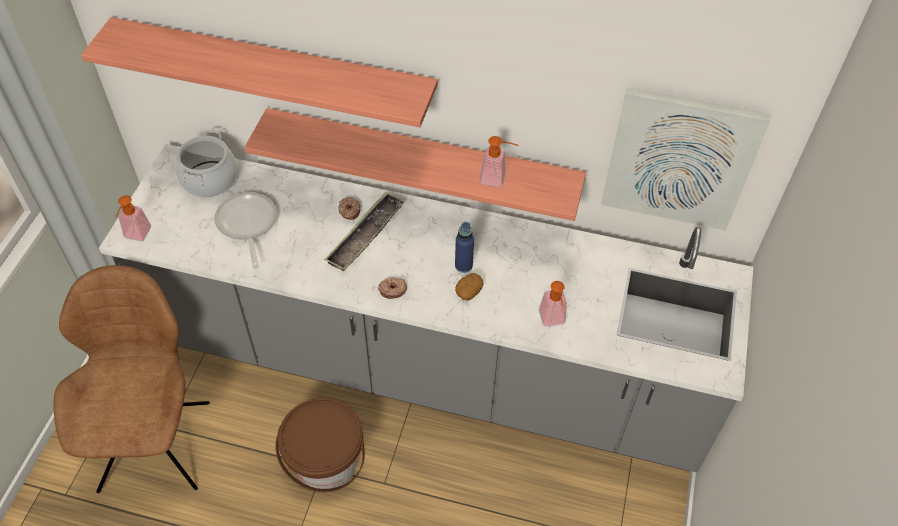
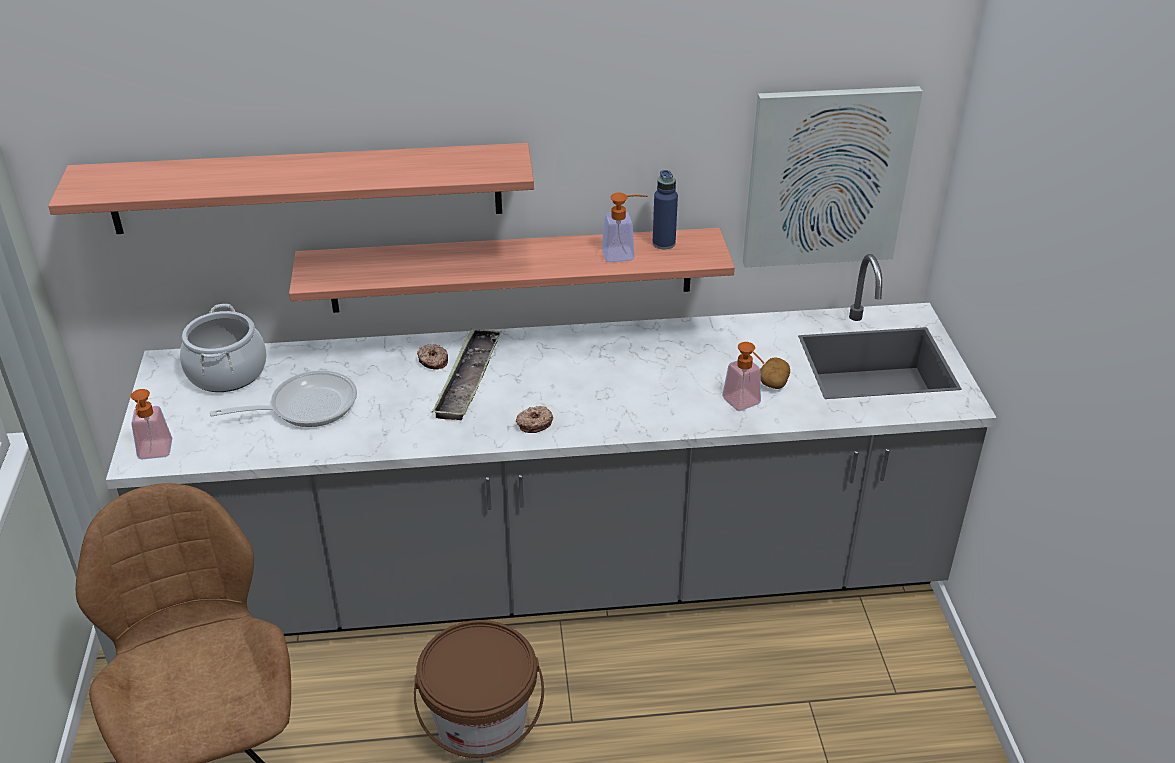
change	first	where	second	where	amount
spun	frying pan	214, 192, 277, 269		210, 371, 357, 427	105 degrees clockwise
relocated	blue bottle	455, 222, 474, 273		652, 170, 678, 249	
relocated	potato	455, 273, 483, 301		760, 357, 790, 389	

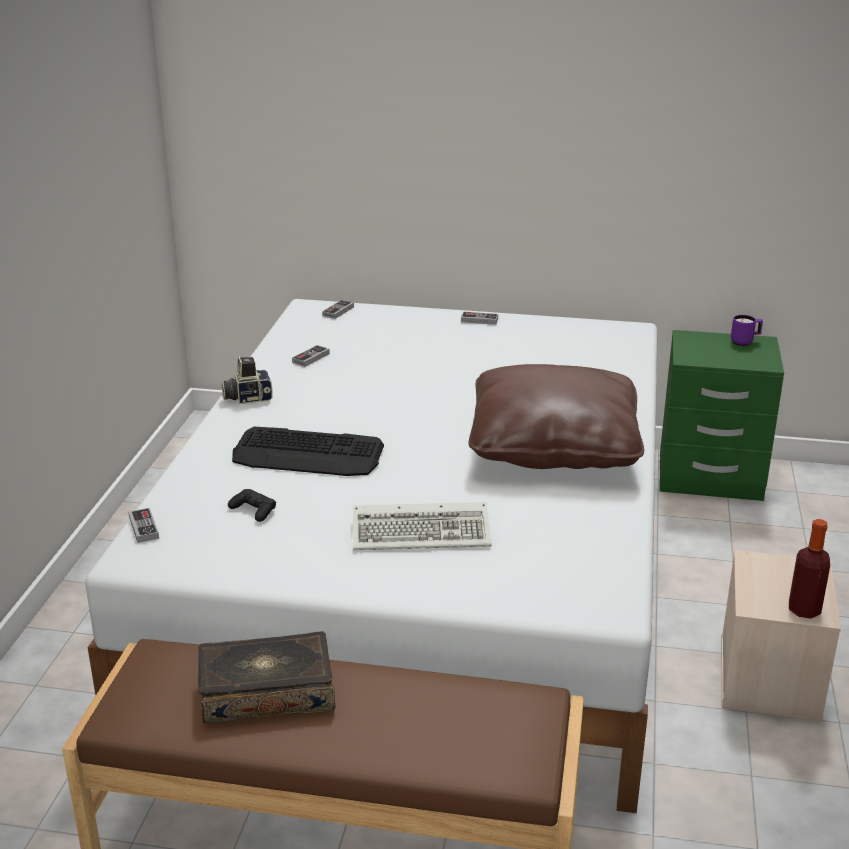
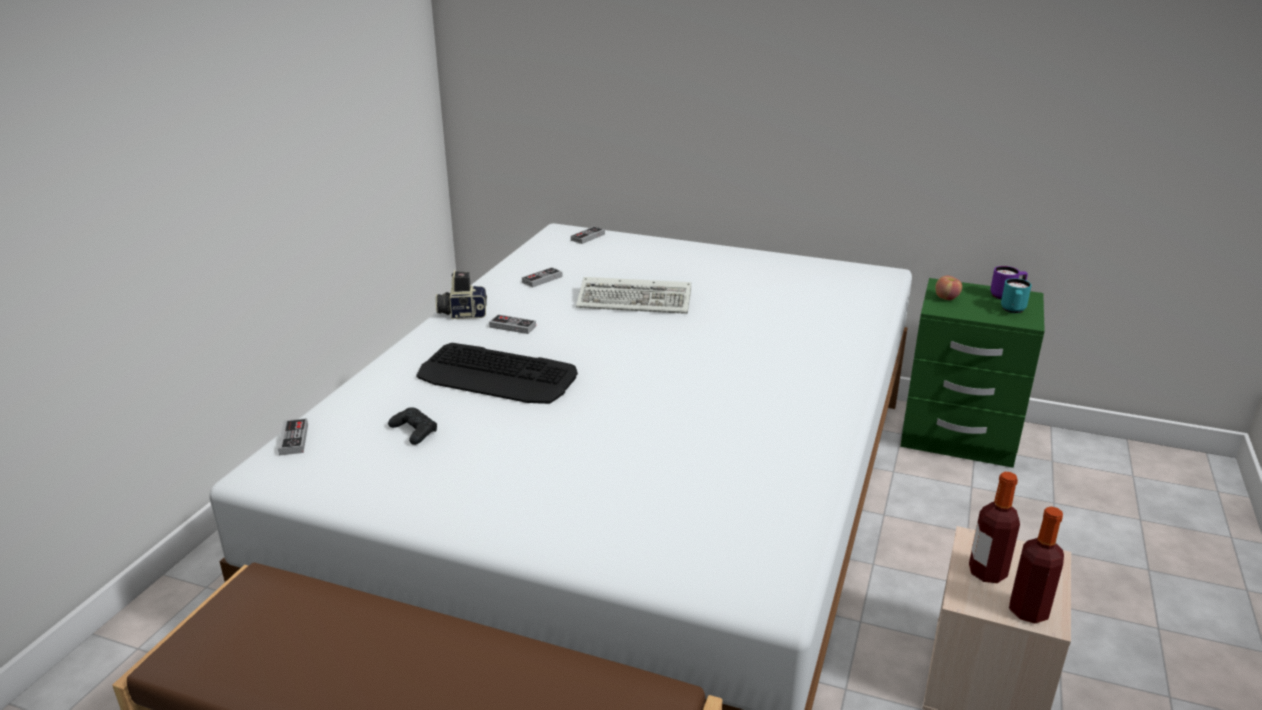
change	first	where	second	where	amount
missing	book	198, 631, 335, 724			
relocated	keyboard	353, 502, 492, 550		576, 277, 691, 314	
relocated	game controller	461, 312, 498, 325		489, 314, 536, 334	
missing	brown pillow	469, 364, 644, 469			
appeared			apple	935, 275, 962, 300	
appeared			bottle	969, 472, 1020, 583	
appeared			turquoise mug	1001, 278, 1032, 313	

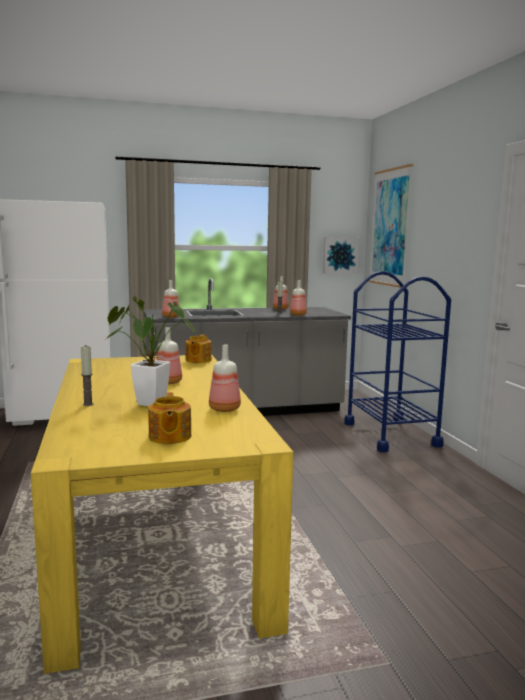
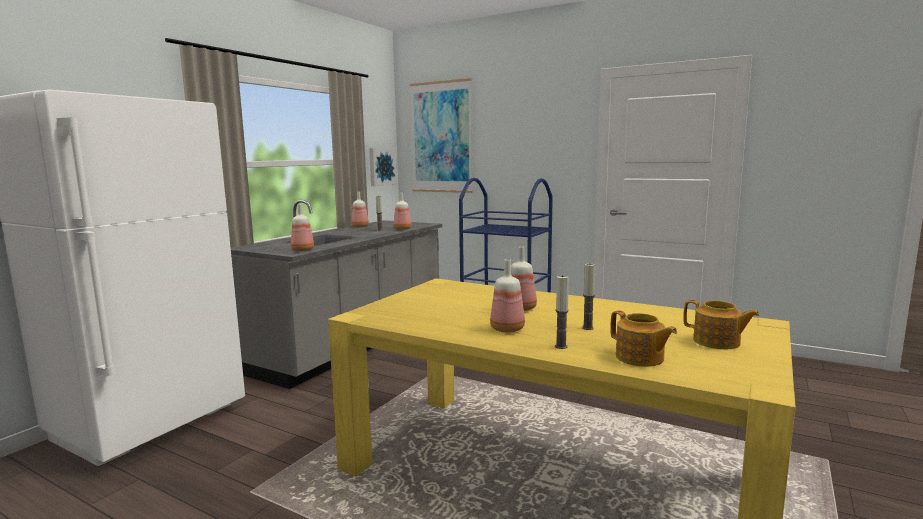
change	first	where	second	where	amount
exchanged	potted plant	106, 296, 196, 406	candle	582, 264, 596, 330	
relocated	teapot	185, 334, 212, 363		610, 310, 677, 367	
relocated	bottle	209, 345, 241, 412		490, 259, 525, 332	

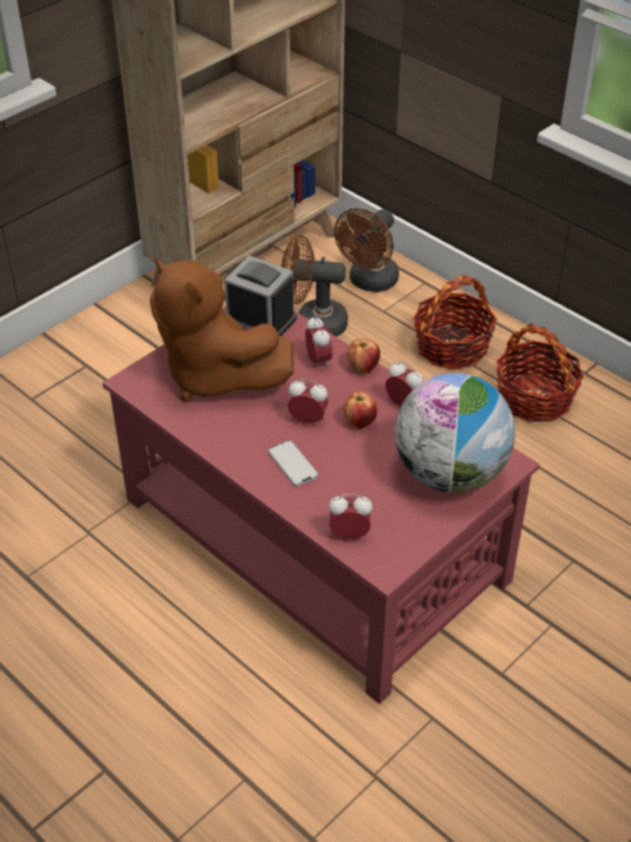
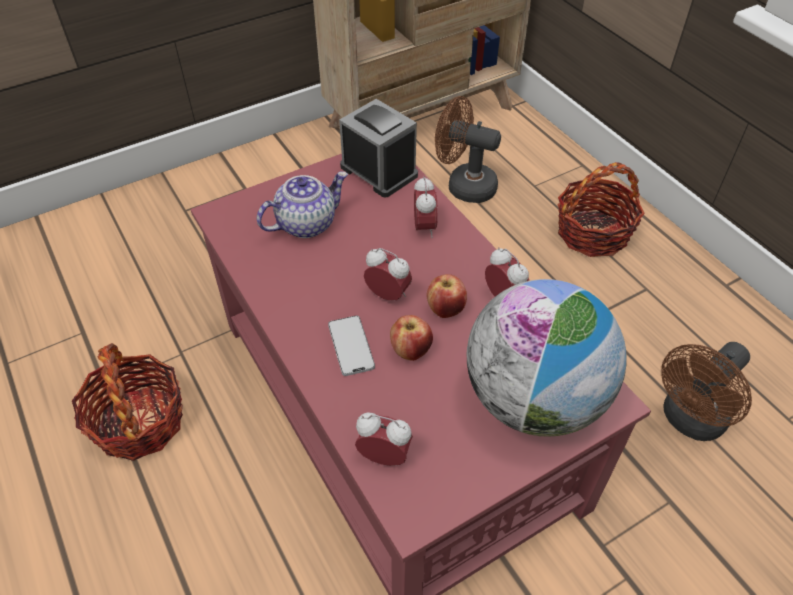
change	first	where	second	where	amount
exchanged	brown plush toy	150, 257, 294, 401	teapot	257, 171, 348, 238	
relocated	brown fan	334, 208, 399, 292		661, 342, 752, 441	
relocated	apple	347, 338, 380, 373		390, 315, 433, 361	
relocated	basket	496, 323, 584, 422		72, 343, 183, 461	

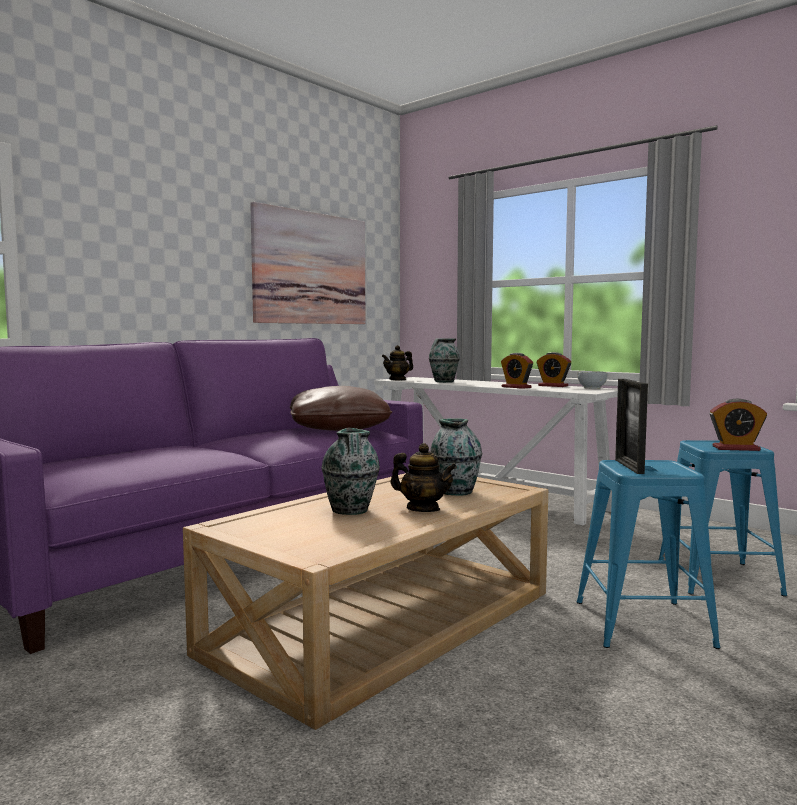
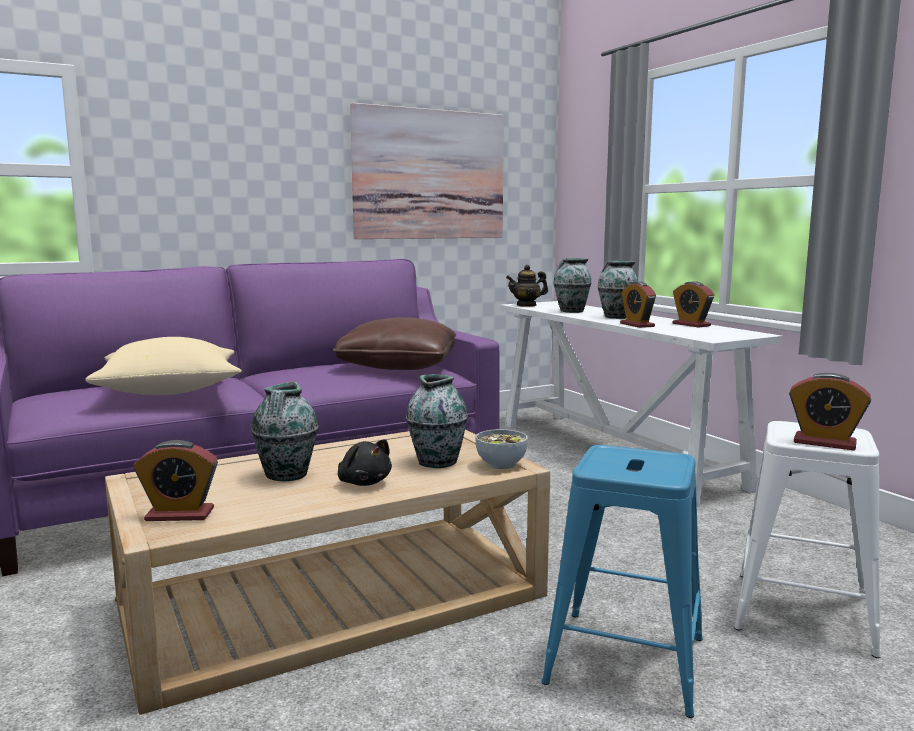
change	first	where	second	where	amount
exchanged	teapot	390, 443, 457, 512	black plush toy	338, 439, 392, 486	
relocated	bowl	578, 371, 608, 389		476, 429, 528, 469	
missing	picture frame	615, 379, 648, 474			
colour	blue stool	659, 440, 787, 597	white stool	734, 421, 881, 658	
appeared			beige pillow	85, 337, 242, 395	
appeared			alarm clock	134, 440, 218, 521	
appeared			vase	598, 261, 638, 319	

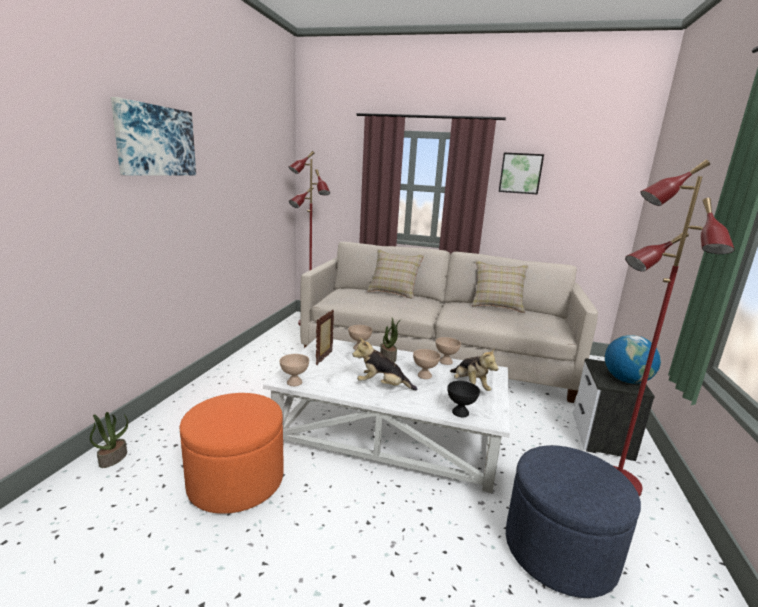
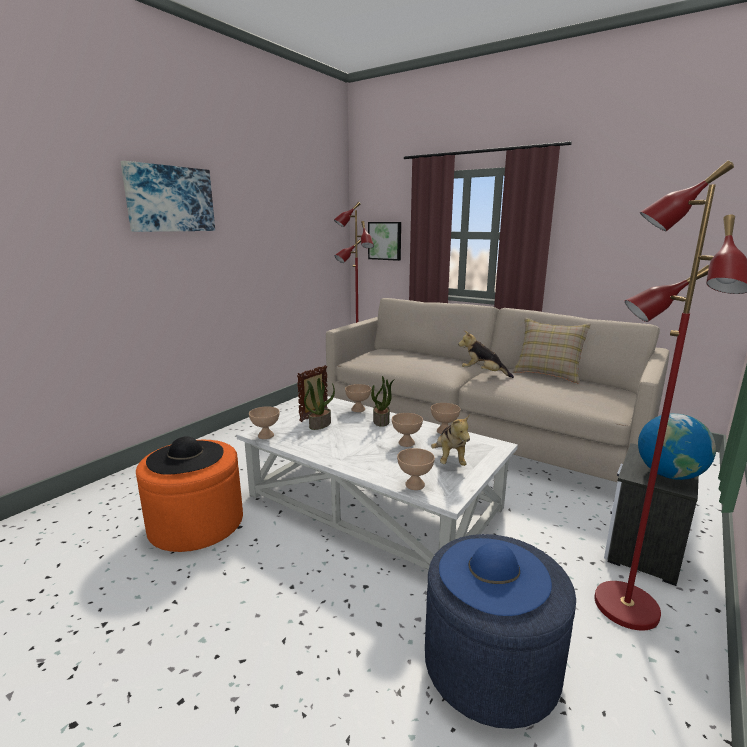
change	first	where	second	where	amount
relocated	potted plant	90, 412, 128, 468		304, 378, 335, 430	
relocated	plush toy	352, 337, 417, 391		458, 331, 514, 378	
missing	beige pillow	367, 249, 424, 299			
colour	black bowl	447, 381, 480, 417	beige bowl	397, 448, 435, 490	
relocated	picture	499, 153, 544, 194		368, 222, 401, 261	
appeared			black hat	146, 436, 224, 475	
appeared			blue hat	439, 538, 552, 616	

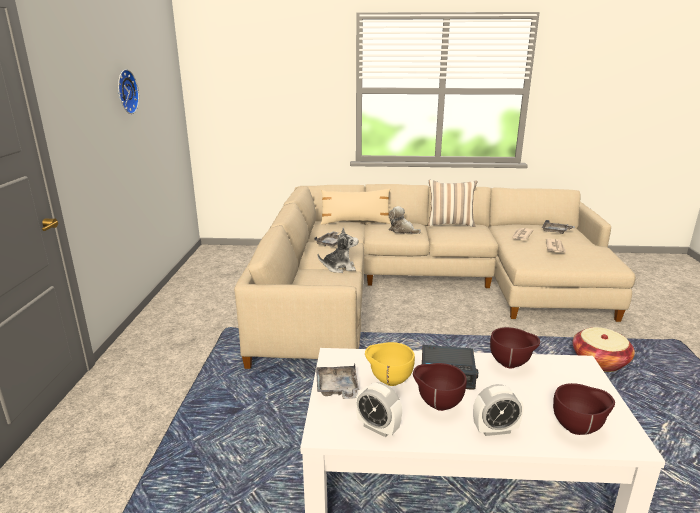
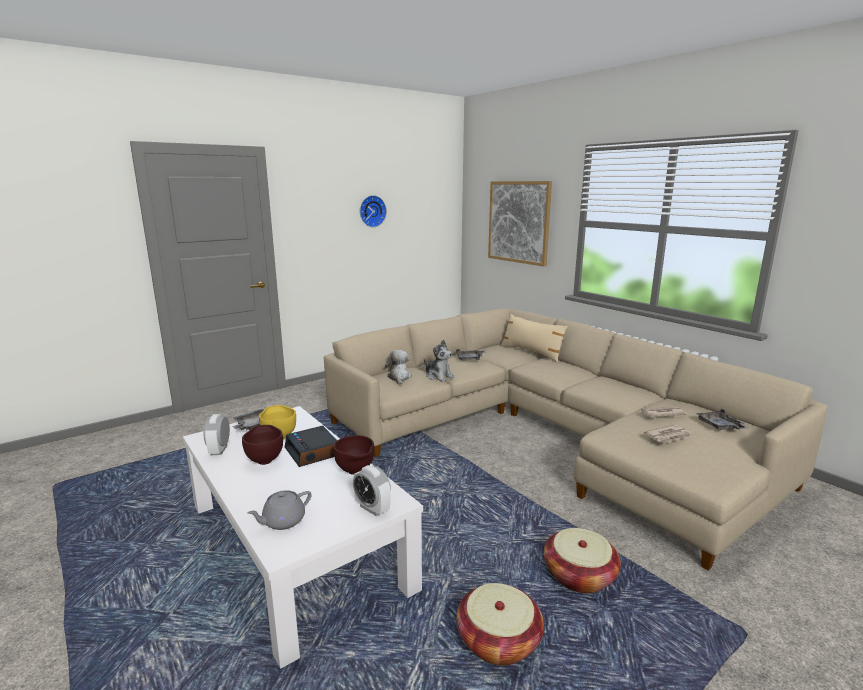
change	first	where	second	where	amount
relocated	plush toy	389, 206, 421, 234		385, 350, 412, 385	
missing	pillow	428, 180, 477, 227			
relocated	alarm clock	473, 384, 524, 436		353, 465, 391, 516	
exchanged	brown bowl	553, 383, 615, 435	grey teapot	247, 490, 312, 530	
appeared			basket	456, 583, 544, 666	
appeared			picture	488, 181, 552, 267	

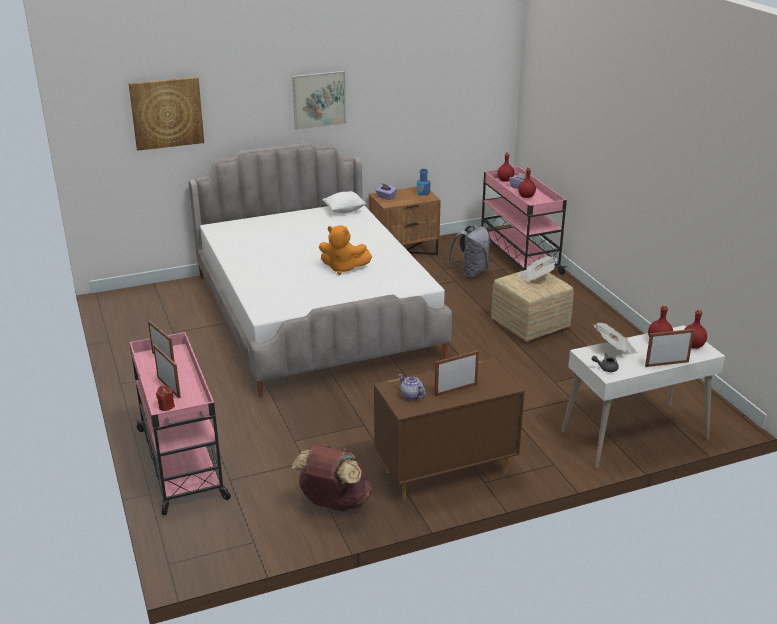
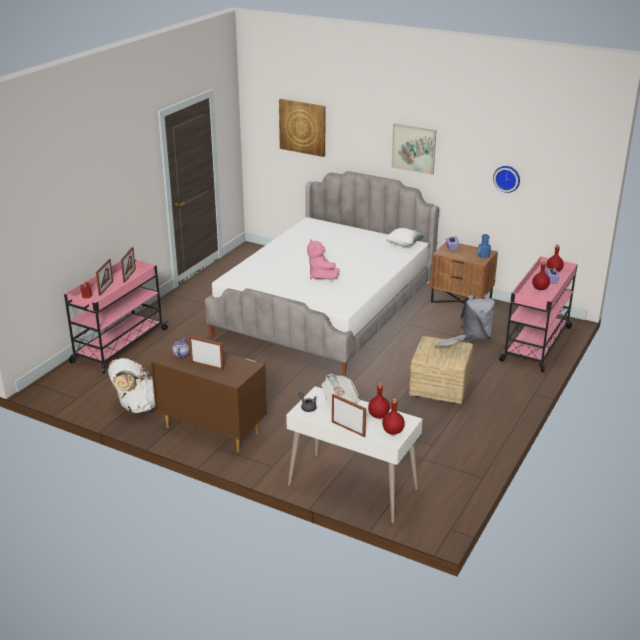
change	first	where	second	where	amount
colour	brown backpack	292, 445, 372, 512	white backpack	108, 358, 155, 413	
colour	orange plush toy	319, 225, 372, 275	pink plush toy	307, 239, 340, 280	
appeared			wall clock	493, 166, 520, 193	

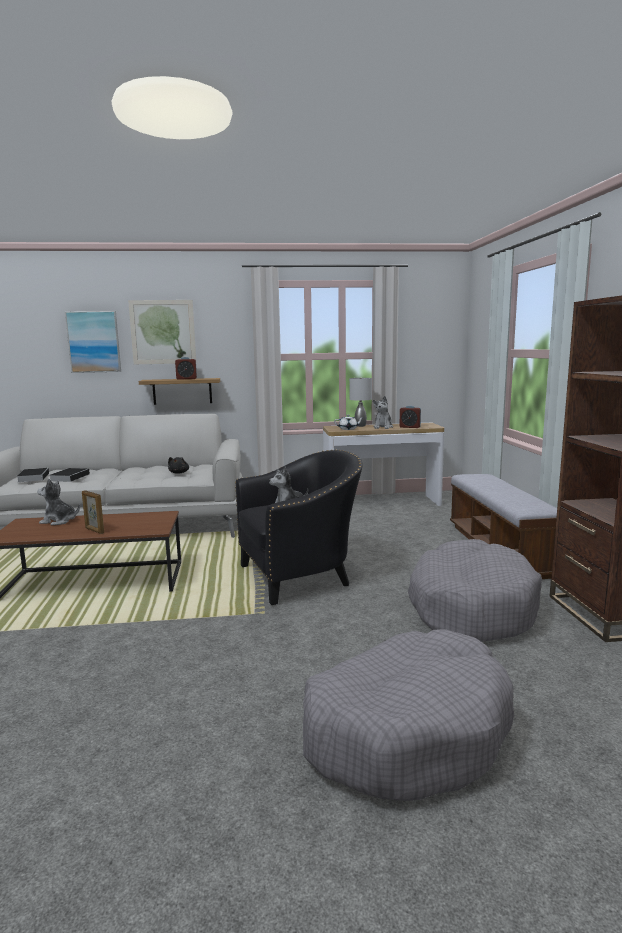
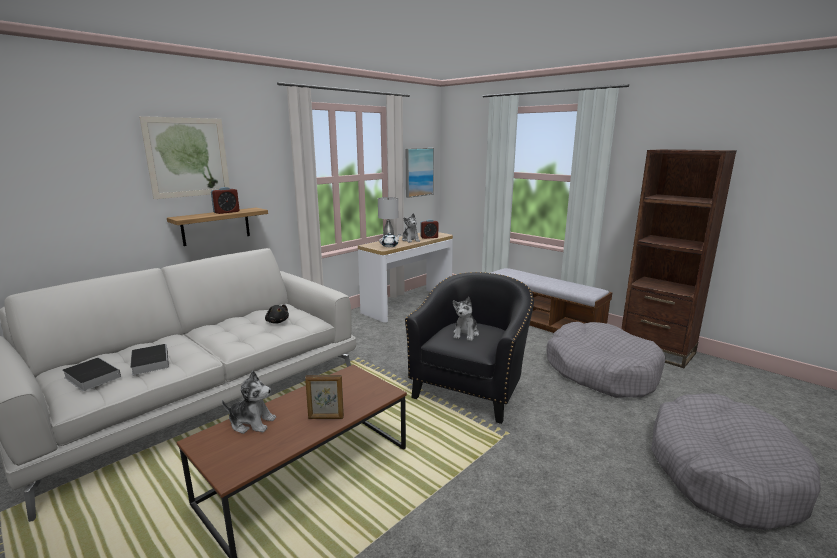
change	first	where	second	where	amount
spun	plush toy	37, 479, 80, 525		222, 371, 276, 434	135 degrees counterclockwise
relocated	picture	65, 311, 121, 373		406, 148, 434, 198	

